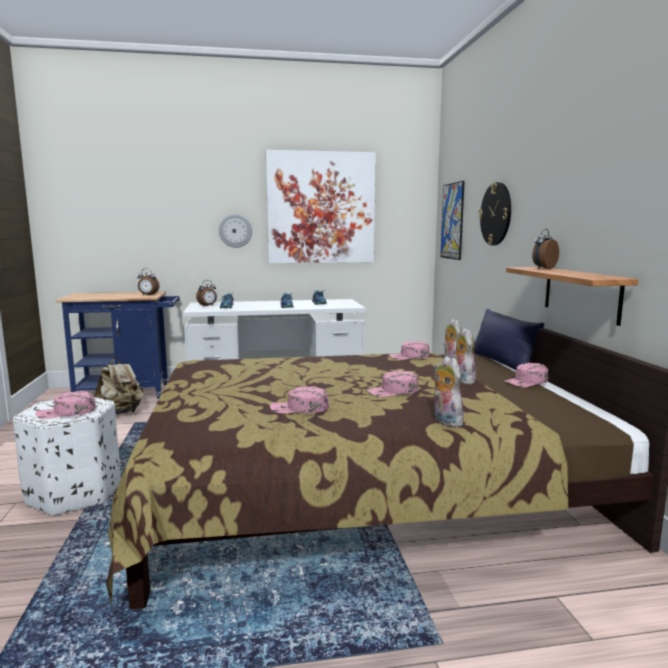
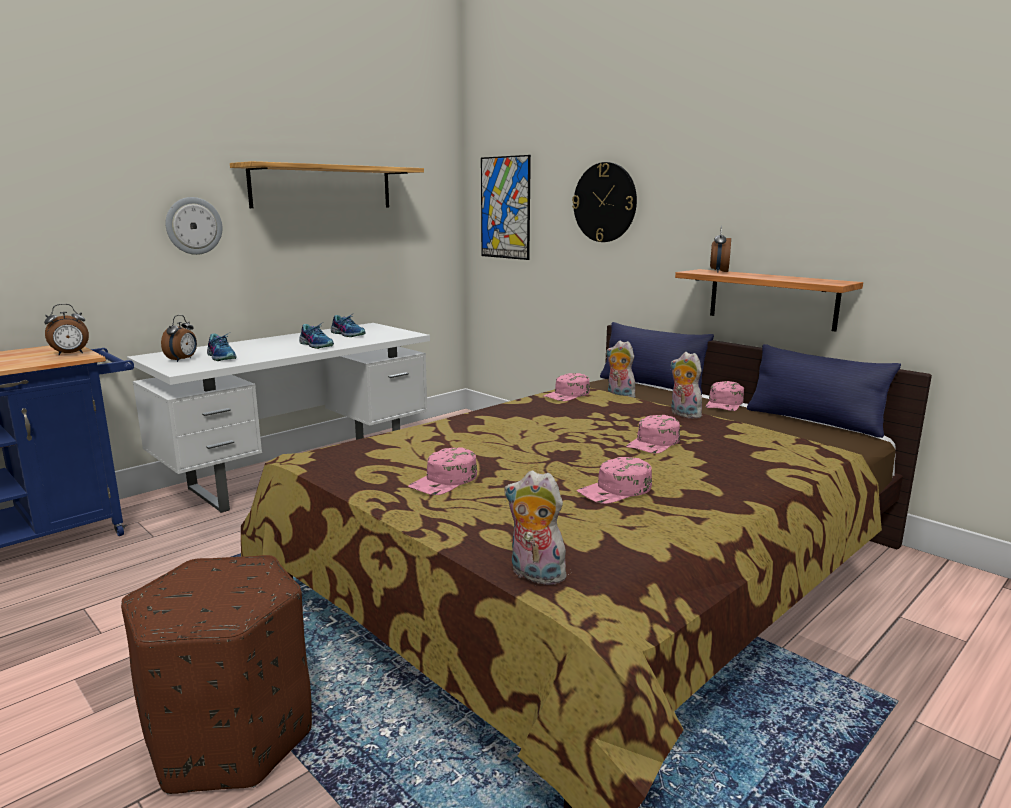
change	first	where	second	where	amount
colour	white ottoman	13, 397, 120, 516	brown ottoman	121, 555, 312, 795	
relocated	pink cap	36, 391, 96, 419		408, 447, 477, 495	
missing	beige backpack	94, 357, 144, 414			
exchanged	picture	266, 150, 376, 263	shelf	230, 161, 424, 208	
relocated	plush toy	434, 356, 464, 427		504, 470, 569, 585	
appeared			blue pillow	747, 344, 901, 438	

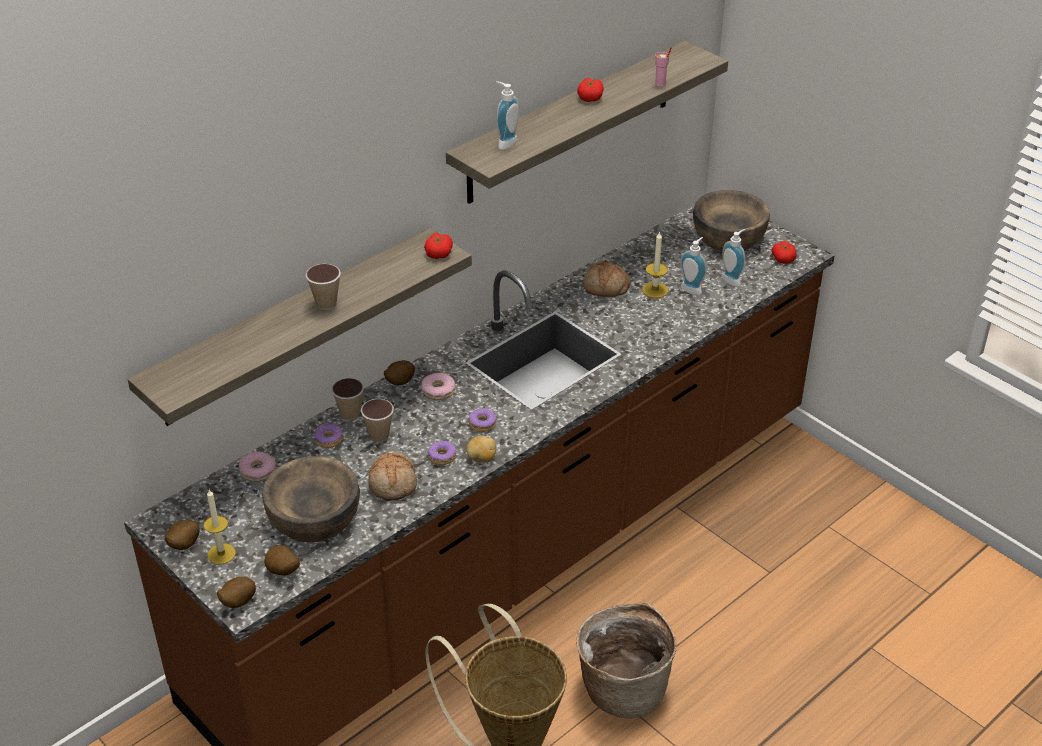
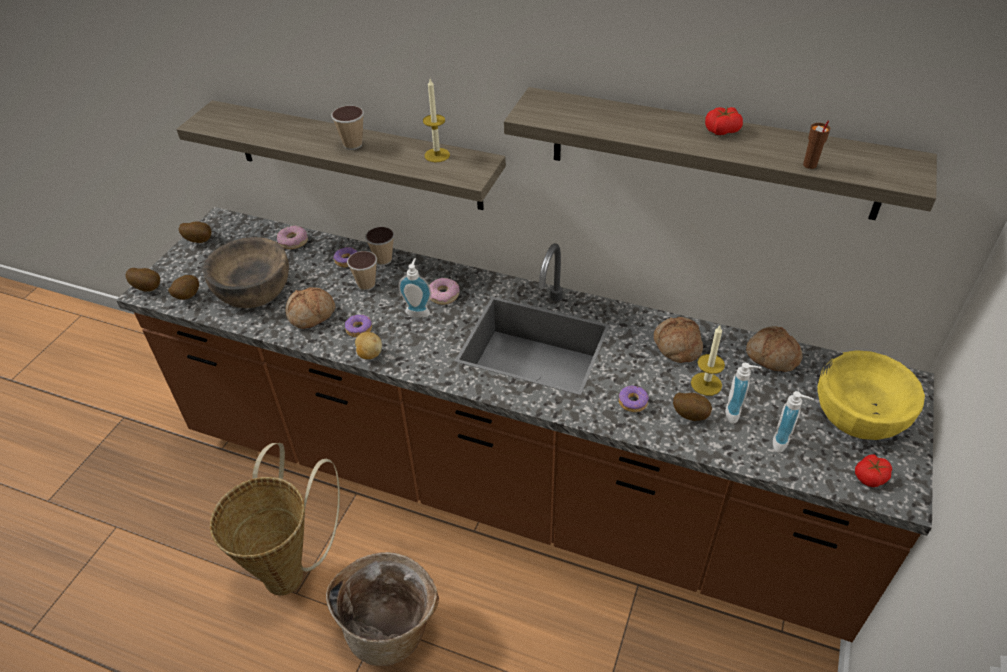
change	first	where	second	where	amount
relocated	candle	204, 489, 236, 564		423, 79, 450, 162	
relocated	potato	384, 360, 415, 385		673, 393, 712, 421	
missing	tomato	424, 233, 453, 259			
relocated	donut	469, 408, 497, 432		619, 386, 649, 412	
relocated	soap dispenser	496, 81, 519, 150		399, 258, 431, 317	
colour	pink cup	655, 47, 672, 86	brown cup	803, 120, 830, 169	
colour	brown bowl	693, 190, 770, 252	yellow bowl	817, 350, 925, 440	
appeared			bread	746, 326, 803, 372	

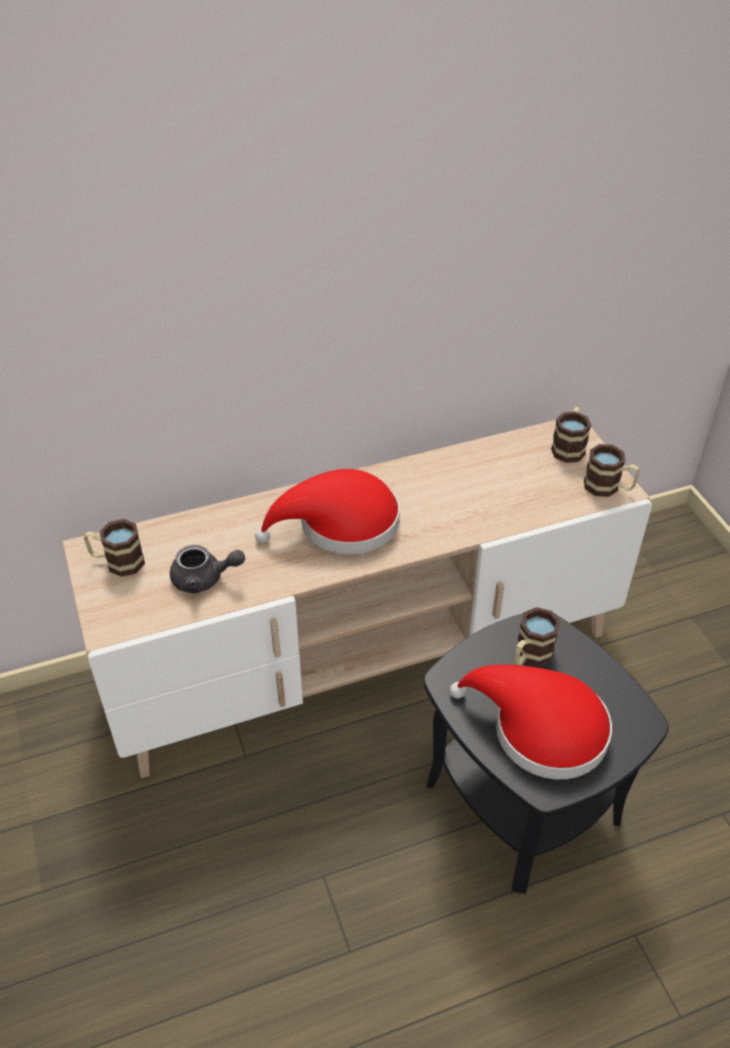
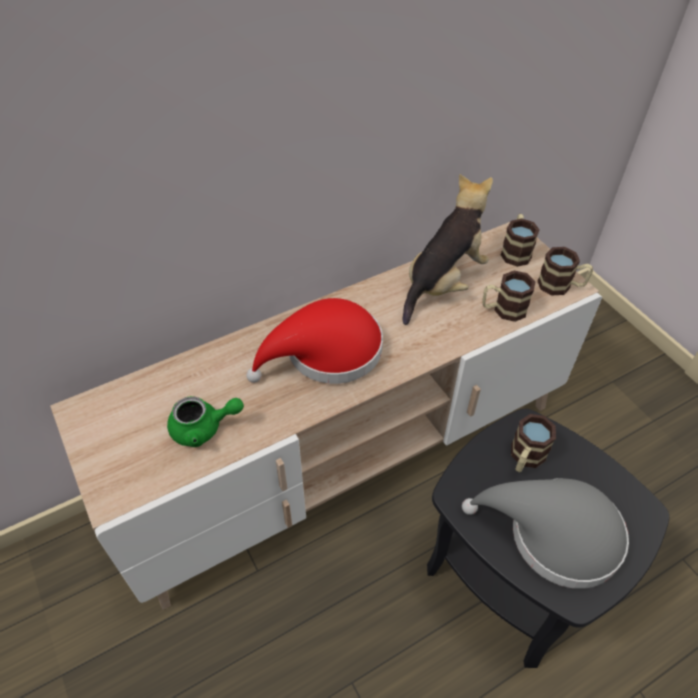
change	first	where	second	where	amount
relocated	mug	84, 519, 145, 577		482, 270, 536, 322	
colour	grey teapot	170, 545, 245, 594	green teapot	167, 396, 244, 447	
colour	red hat	450, 665, 612, 779	grey hat	462, 479, 629, 589	
appeared			plush toy	403, 174, 493, 325	

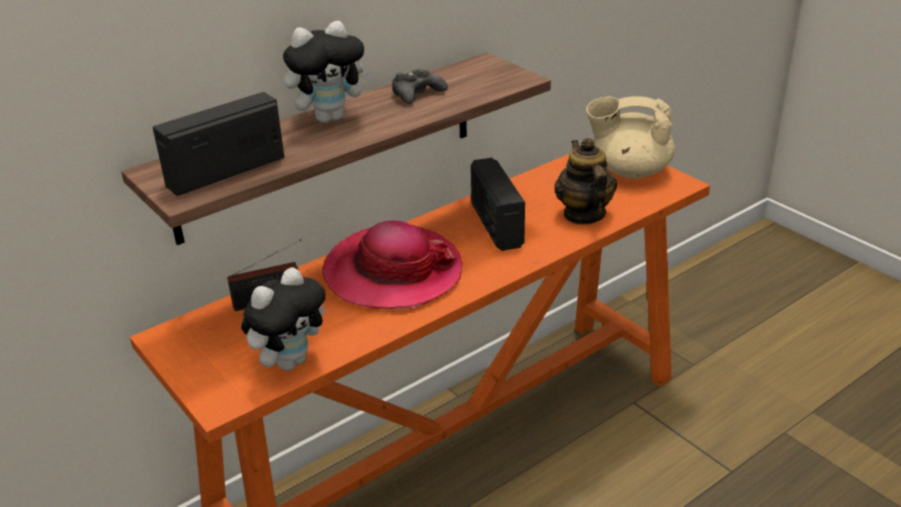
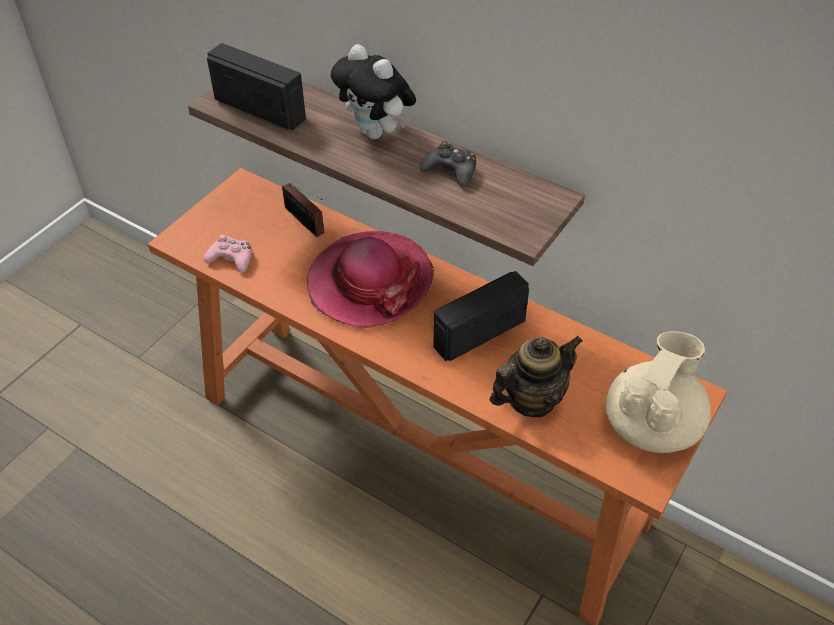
change	first	where	second	where	amount
exchanged	plush toy	241, 267, 325, 371	pink game controller	204, 234, 253, 273	
spun	beige teapot	586, 96, 675, 178		605, 331, 711, 453	45 degrees clockwise

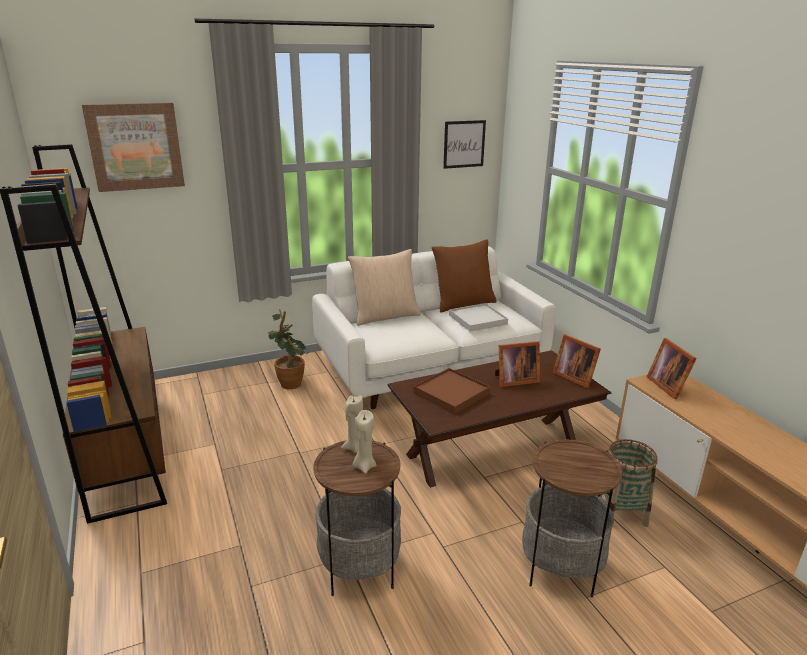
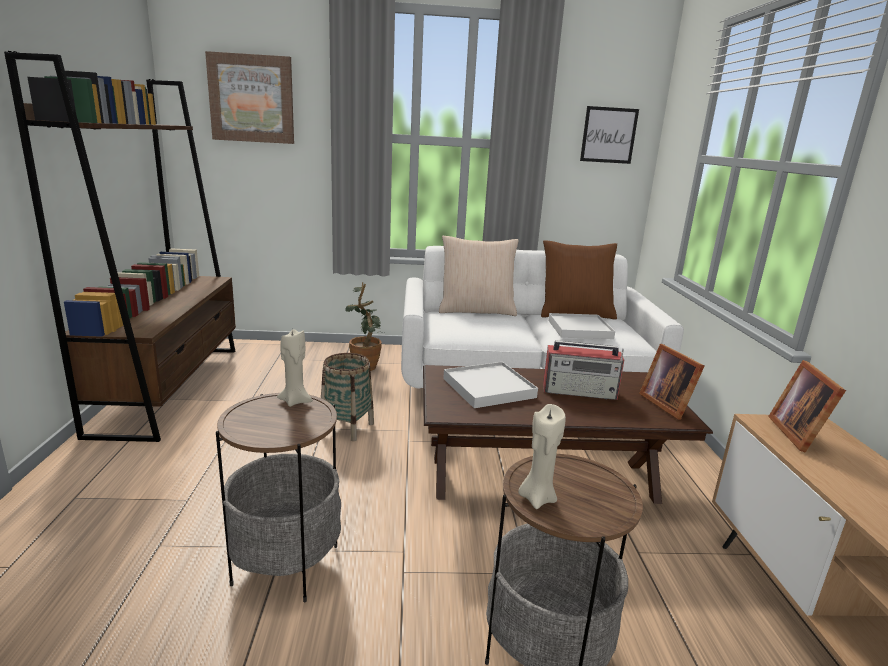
change	first	where	second	where	amount
relocated	beige candle	352, 410, 376, 474		518, 404, 566, 509	
colour	brown tray	413, 368, 490, 414	white tray	443, 362, 538, 408	
exchanged	picture frame	495, 341, 540, 387	radio	543, 340, 624, 400	
relocated	basket	600, 439, 658, 527		321, 353, 374, 441	

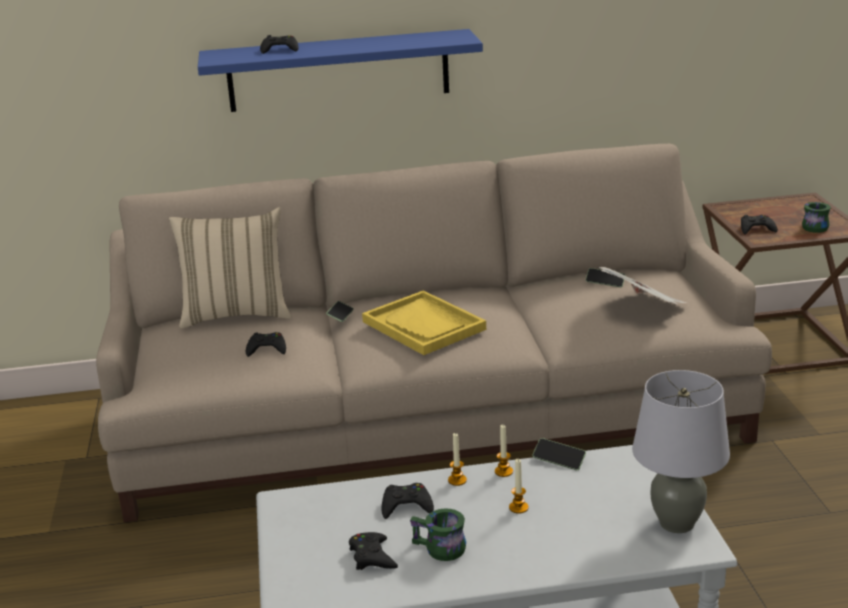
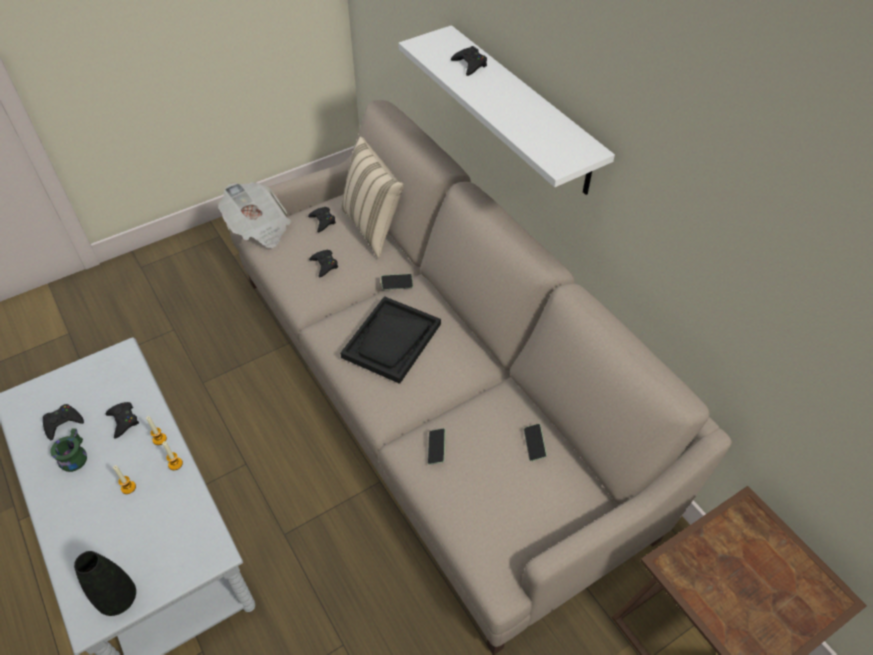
change	first	where	second	where	amount
colour	blue shelf	198, 29, 483, 112	white shelf	398, 25, 615, 195	
colour	yellow tray	362, 291, 486, 355	black tray	340, 296, 441, 384	
relocated	phone	532, 438, 586, 471		428, 428, 446, 465	
relocated	newspaper	597, 267, 687, 304		218, 182, 291, 248	
exchanged	grey table lamp	632, 370, 730, 533	black vase	74, 551, 136, 616	
relocated	black game controller	741, 215, 778, 235		308, 207, 336, 232	
missing	green mug	802, 202, 831, 233			

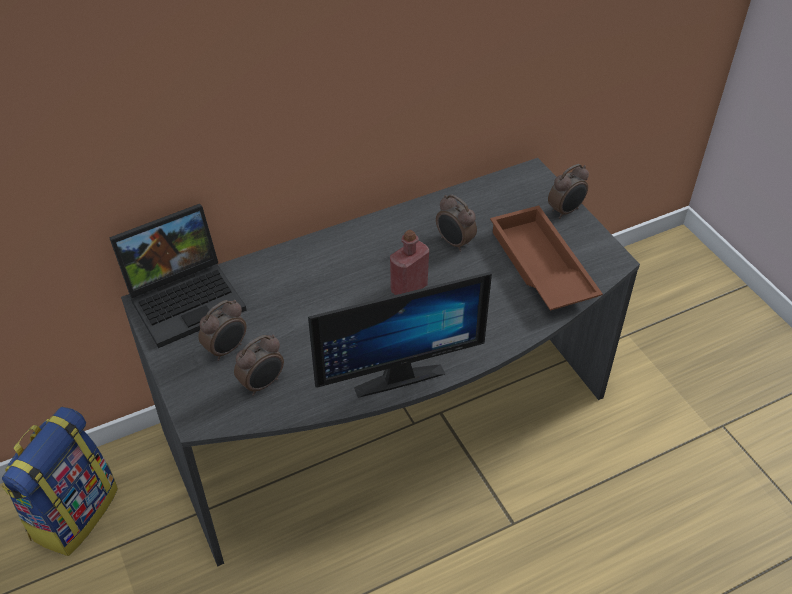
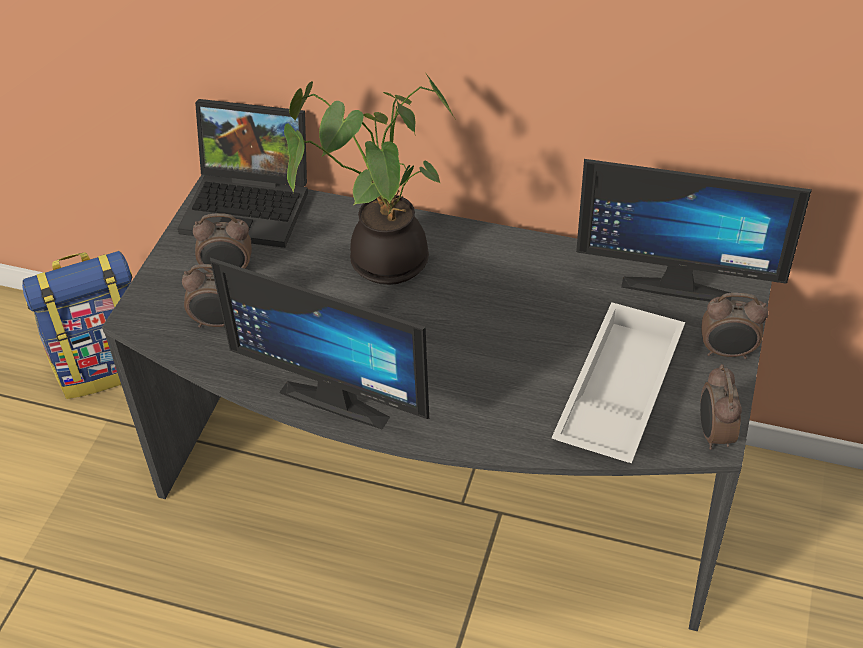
change	first	where	second	where	amount
missing	red bottle	390, 230, 429, 295			
relocated	alarm clock	436, 194, 477, 252		700, 364, 742, 450	
colour	brown tray	490, 206, 603, 310	white tray	552, 302, 685, 463	
appeared			potted plant	284, 74, 454, 285	
appeared			monitor	576, 159, 812, 302	

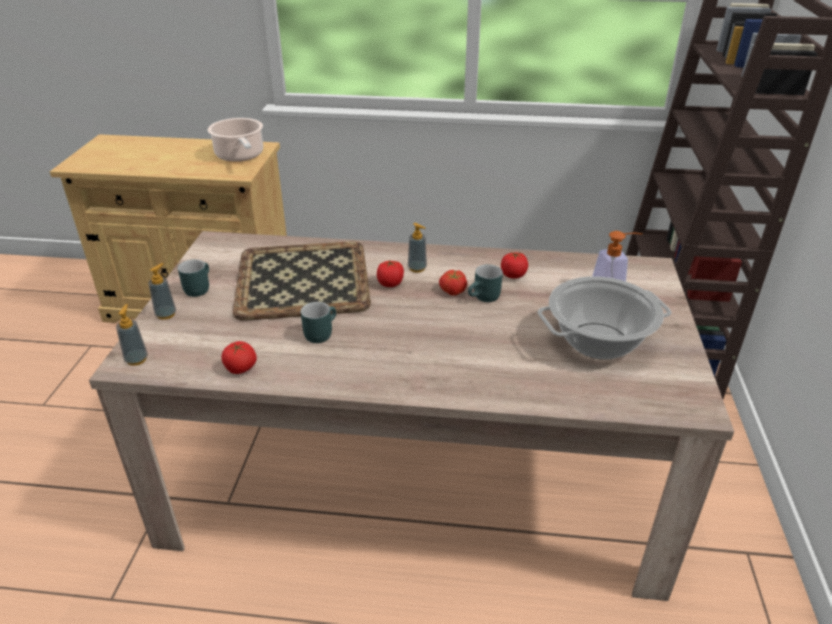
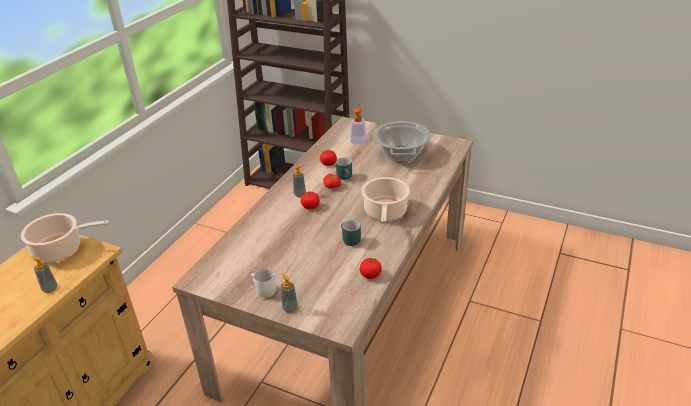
change	first	where	second	where	amount
relocated	soap dispenser	116, 304, 148, 366		30, 256, 57, 293	
colour	turquoise mug	178, 259, 209, 297	white mug	251, 269, 276, 298	
missing	tray	233, 241, 371, 321			
appeared			cooking pot	362, 177, 410, 223	

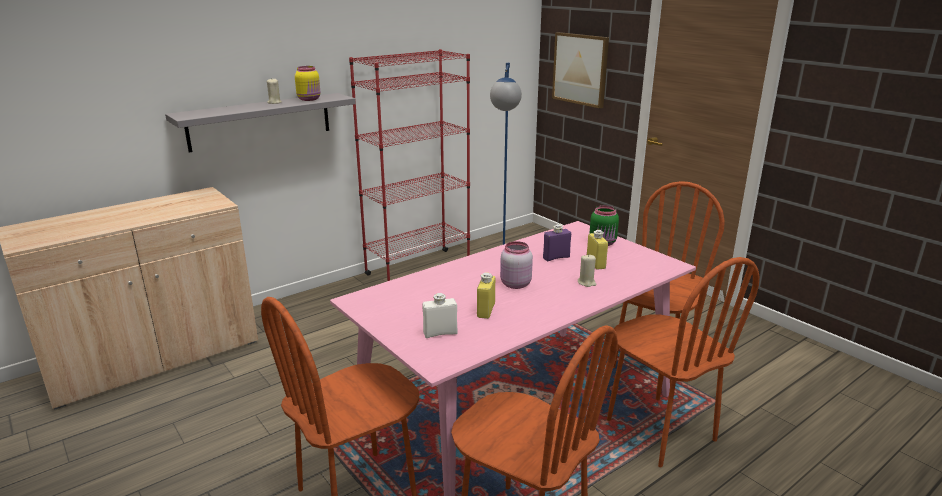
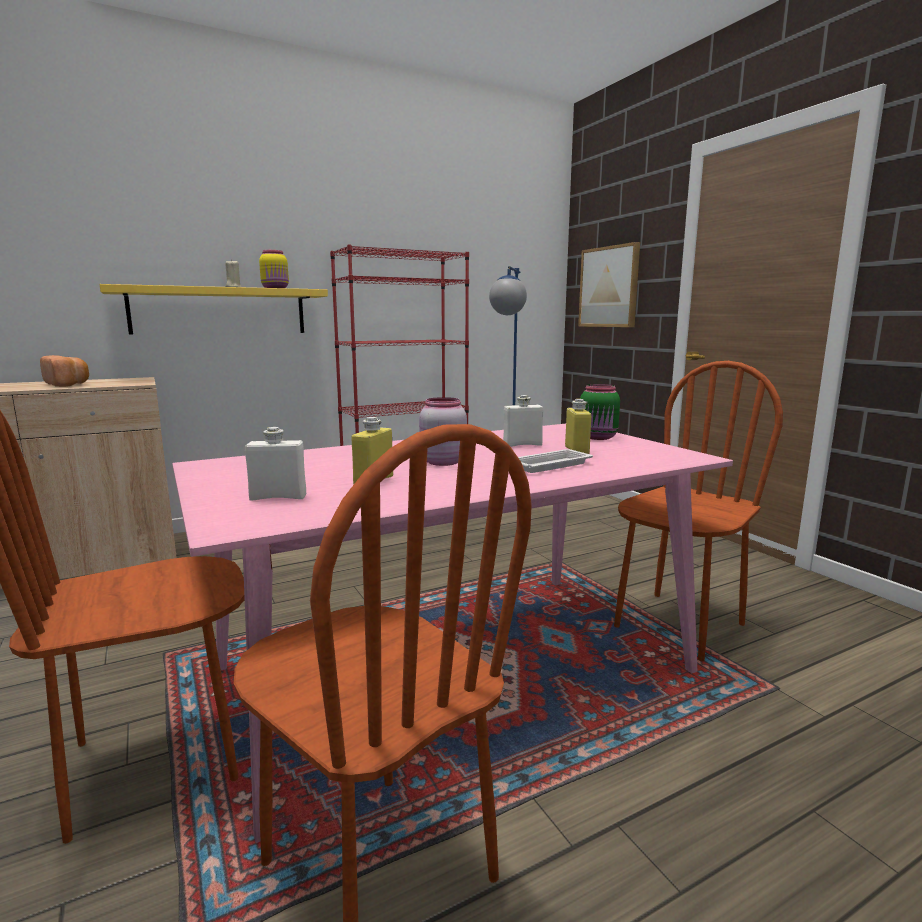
change	first	where	second	where	amount
colour	grey shelf	165, 93, 356, 152	yellow shelf	99, 284, 328, 335	
colour	purple bottle	543, 224, 571, 261	white bottle	503, 395, 543, 447	
exchanged	beige candle	578, 255, 597, 287	white tray	518, 449, 593, 473	
missing	brown chair	607, 257, 759, 467			
appeared			bread	40, 355, 89, 387	

